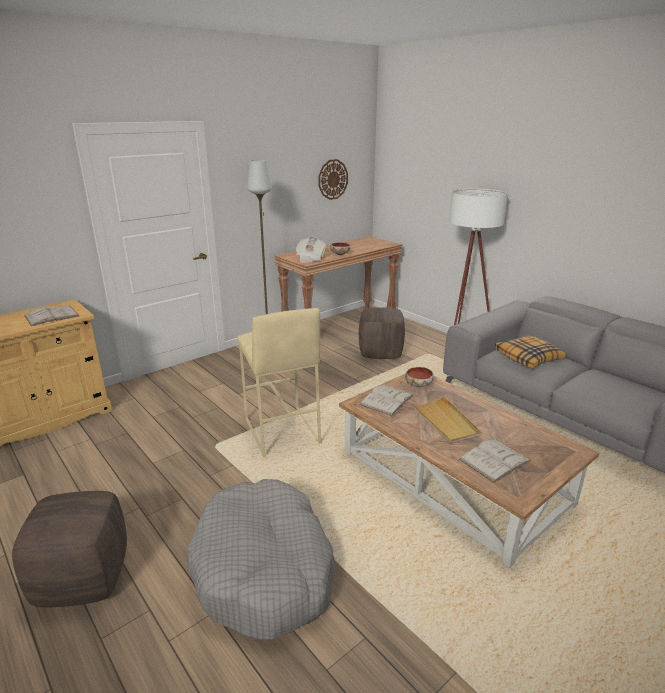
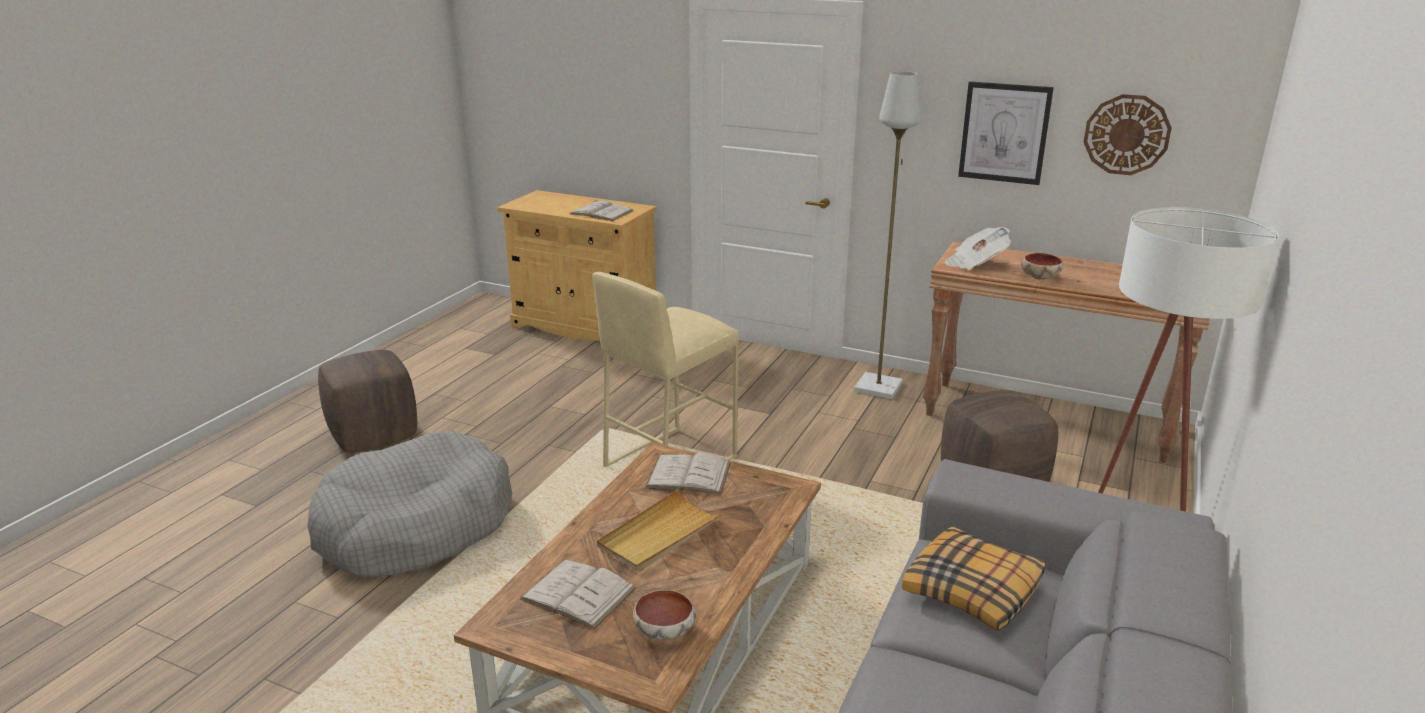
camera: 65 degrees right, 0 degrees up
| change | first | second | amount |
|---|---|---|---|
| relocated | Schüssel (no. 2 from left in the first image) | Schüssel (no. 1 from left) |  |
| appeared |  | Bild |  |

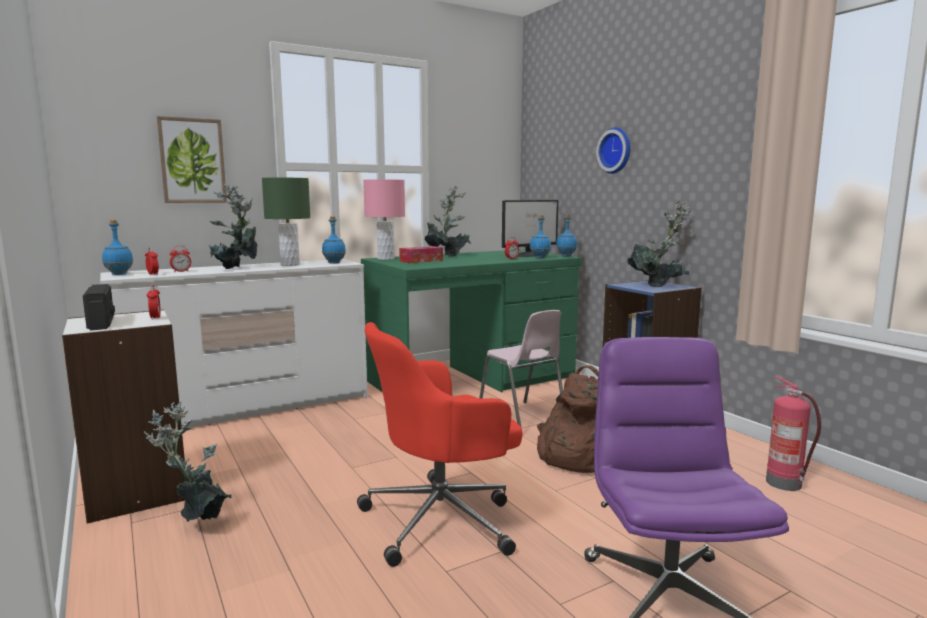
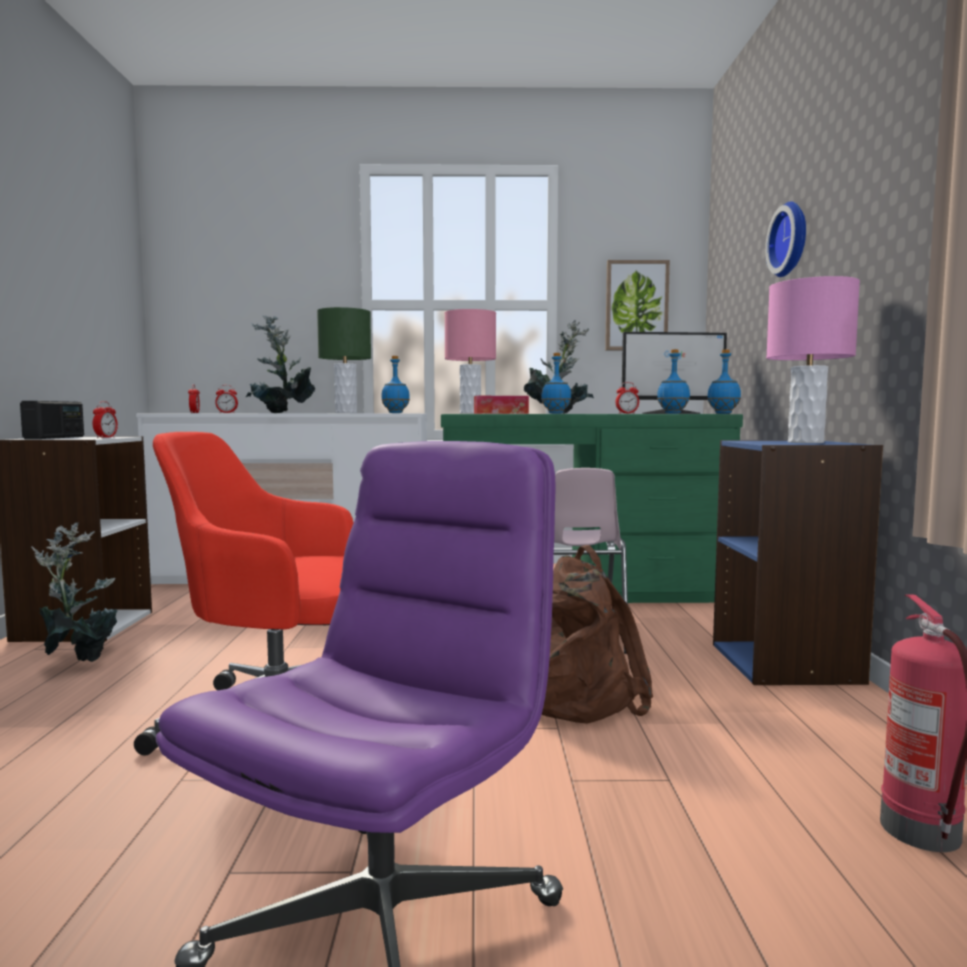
camera: 30 degrees right, 5 degrees down
| change | first | second | amount |
|---|---|---|---|
| relocated | Bild |  |  |
| exchanged | Topfpflanze (no. 4 from left) | Tischlampe/rosa (no. 2 from left) |  |
| relocated | Flasche/blau (no. 1 from left in the first image) | Flasche/blau (no. 2 from left) |  |

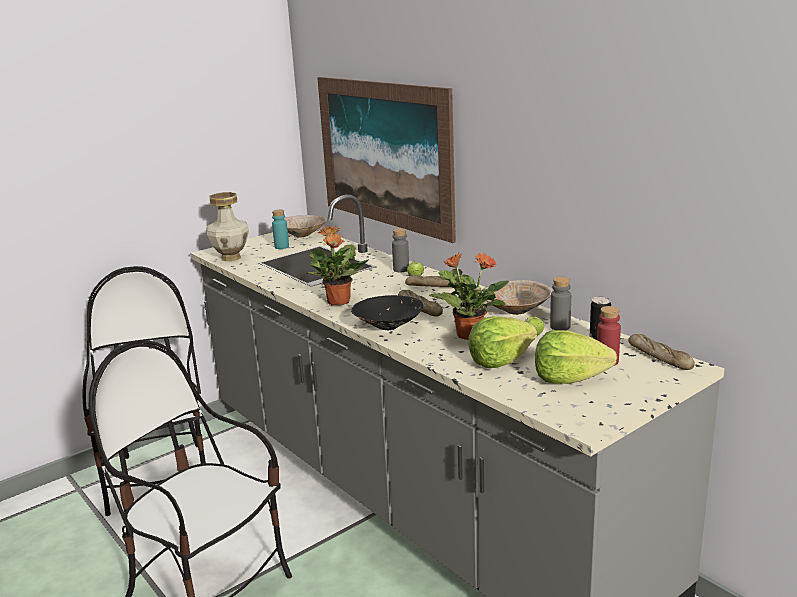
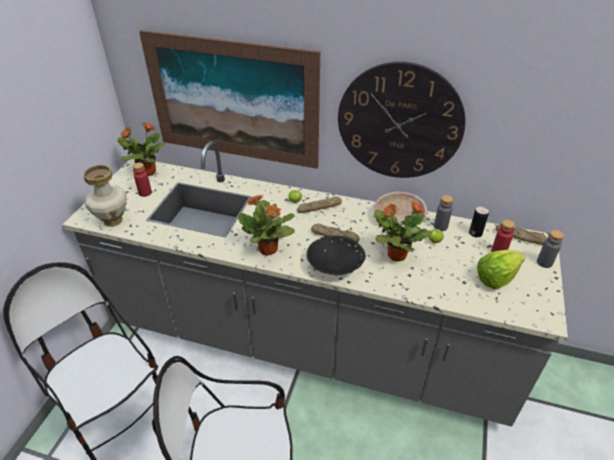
camera: 35 degrees left, 20 degrees up
| change | first | second | amount |
|---|---|---|---|
| colour | Flasche/türkis | Flasche/rot (no. 1 from left) |  |
| exchanged | Schüssel/beige (no. 1 from left) | Topfpflanze (no. 1 from left) |  |
| relocated | Flasche/grau (no. 1 from left in the first image) | Flasche/grau (no. 2 from left) |  |
| missing | Salatkopf (no. 1 from left) |  |  |
| appeared |  | Wanduhr |  |

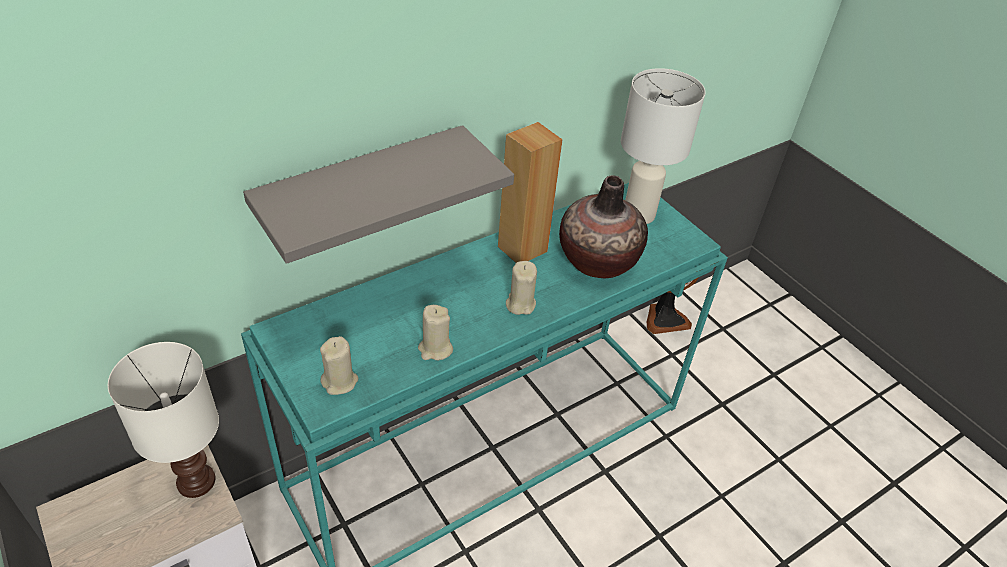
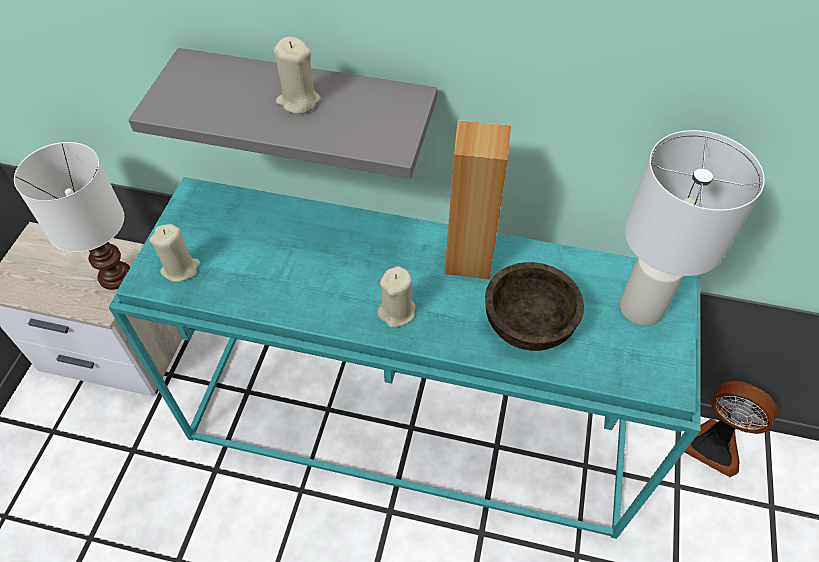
camera: 50 degrees right, 10 degrees up
| change | first | second | amount |
|---|---|---|---|
| exchanged | Vase | Schüssel/braun |  |
| relocated | Kerze/beige (no. 2 from left) |  |  |

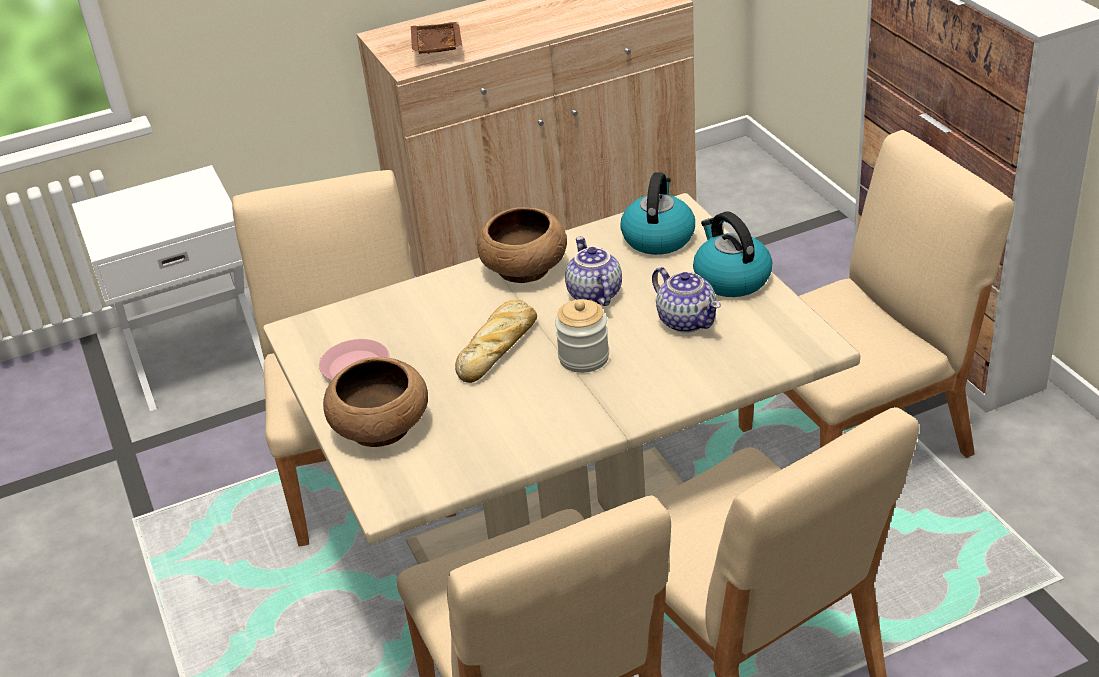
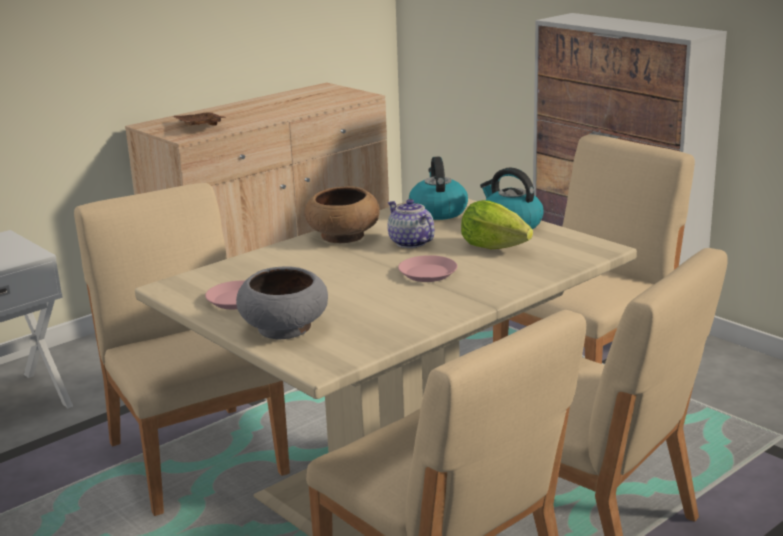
camera: 20 degrees left, 15 degrees down
| change | first | second | amount |
|---|---|---|---|
| exchanged | Teekanne (no. 2 from left) | Salatkopf |  |
| exchanged | Vorratsglas | Teller/rosa (no. 2 from left) |  |
| missing | Brot |  |  |
| colour | Schüssel/braun (no. 1 from left) | Schüssel/grau |  |

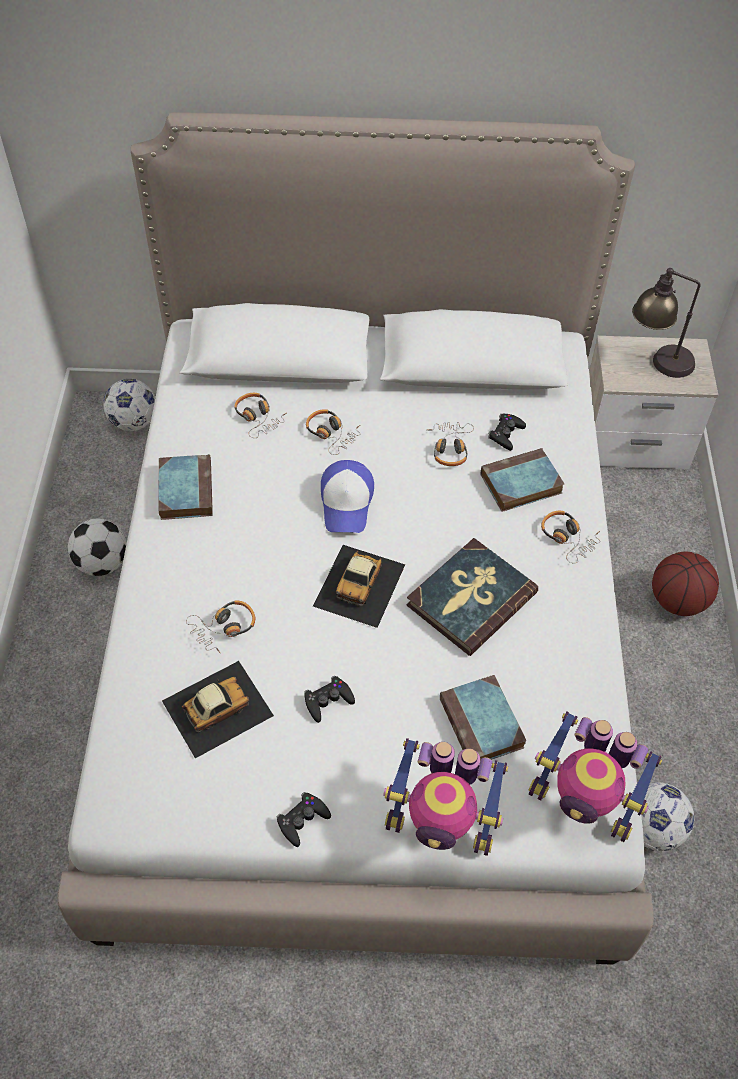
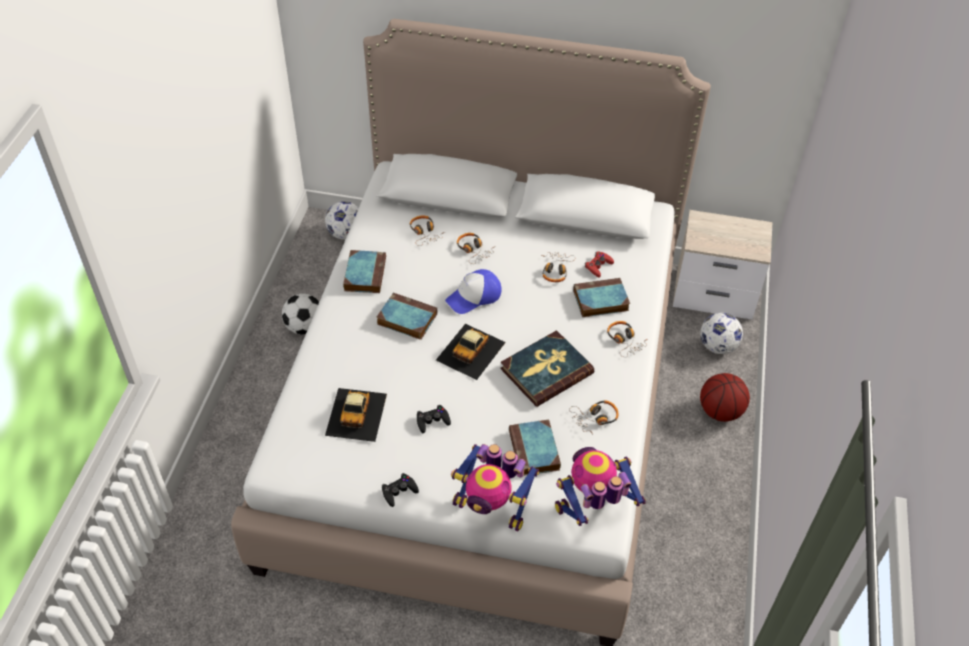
camera: 10 degrees right, 5 degrees down
| change | first | second | amount |
|---|---|---|---|
| missing | Tischlampe |  |  |
| colour | Gamepad/schwarz (no. 3 from left) | Gamepad/rot |  |
| spun | Kappe |  | 45 degrees clockwise |
| relocated | Kopfhörer (no. 1 from left in the first image) | Kopfhörer (no. 4 from left) |  |
| spun | Spielzeugauto (no. 1 from left) |  | 120 degrees clockwise |
| spun | Spielzeugroboter (no. 2 from left) |  | 120 degrees clockwise |
| relocated | Fußball (no. 3 from left) |  |  |
| appeared |  | Buch (no. 2 from left) |  |

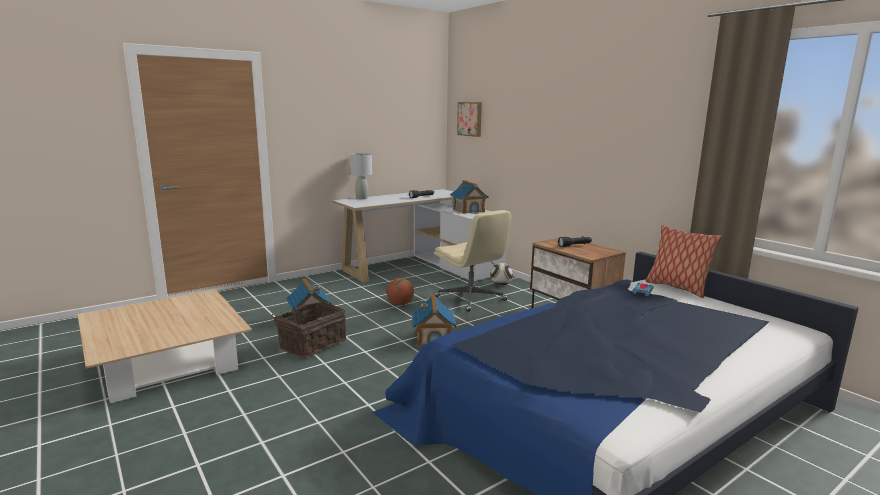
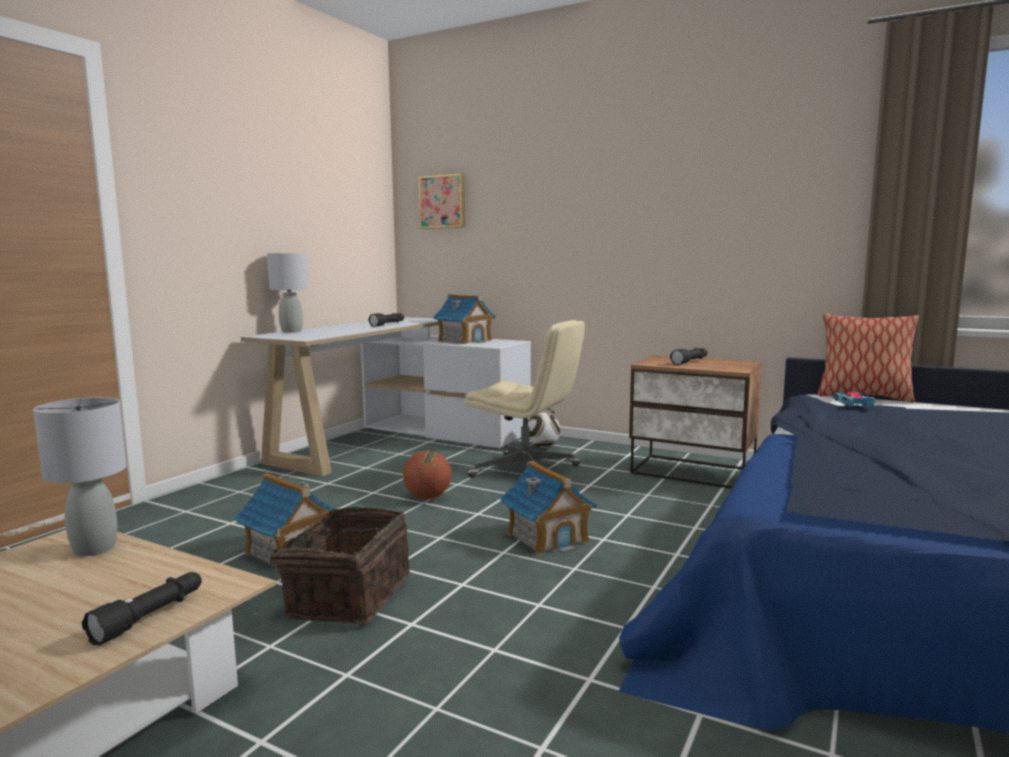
camera: 25 degrees left, 5 degrees down
| change | first | second | amount |
|---|---|---|---|
| appeared |  | Tischlampe/grau (no. 1 from left) |  |
| appeared |  | Taschenlampe/schwarz (no. 1 from left) |  |

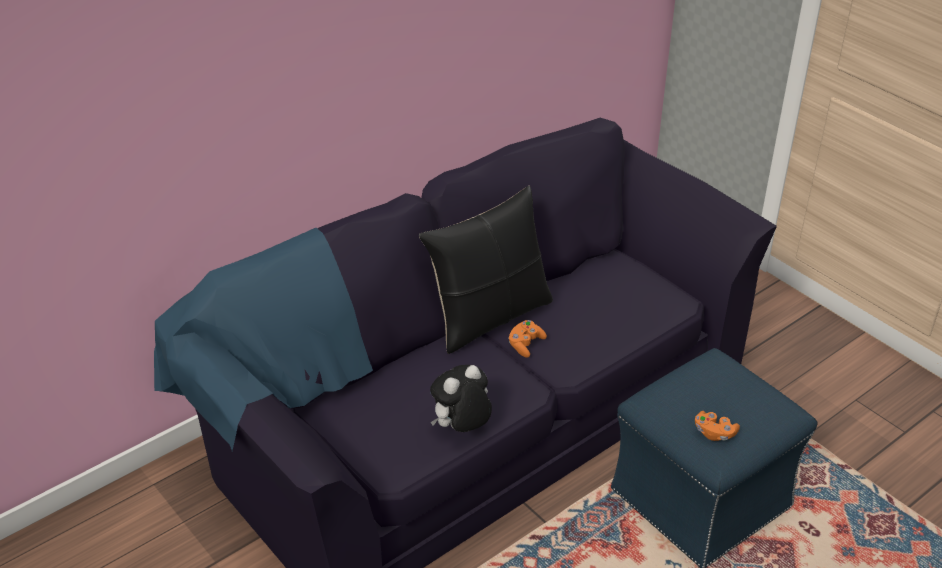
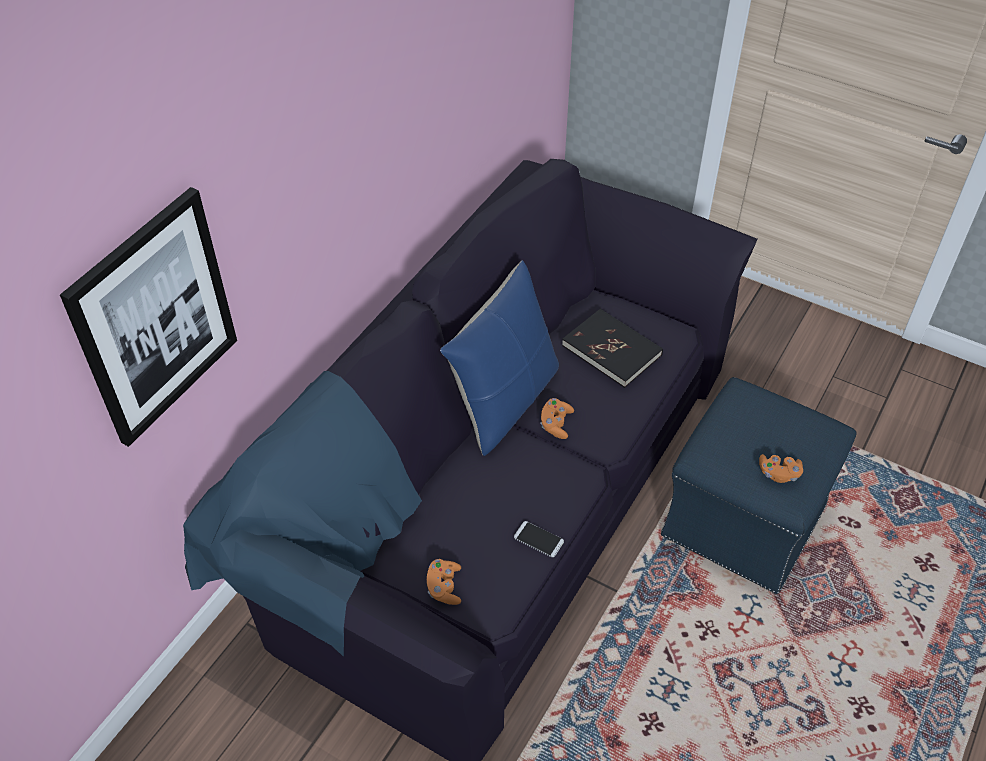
camera: 20 degrees left, 10 degrees up
| change | first | second | amount |
|---|---|---|---|
| colour | Kissen/schwarz | Kissen/blau |  |
| exchanged | Plüschtier | Handy |  |
| appeared |  | Bild |  |
| appeared |  | Buch/schwarz |  |
| appeared |  | Gamepad/orange (no. 1 from left) |  |

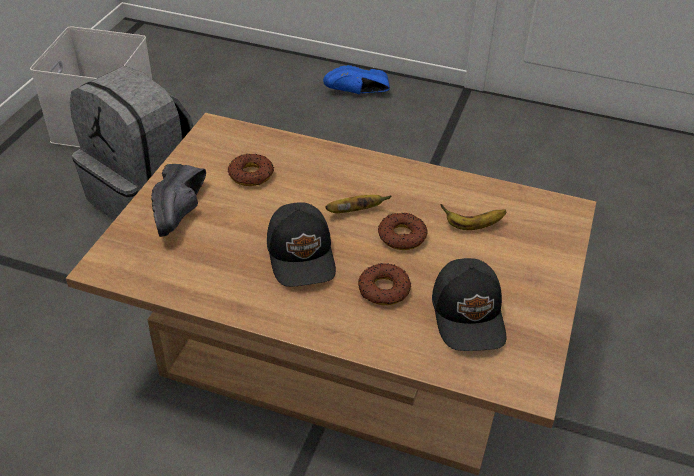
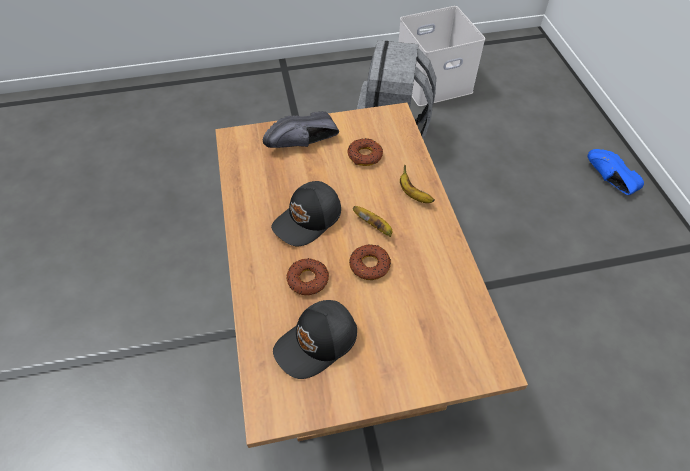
camera: 60 degrees right, 10 degrees up
| change | first | second | amount |
|---|---|---|---|
| relocated | Banane (no. 2 from left) |  |  |

